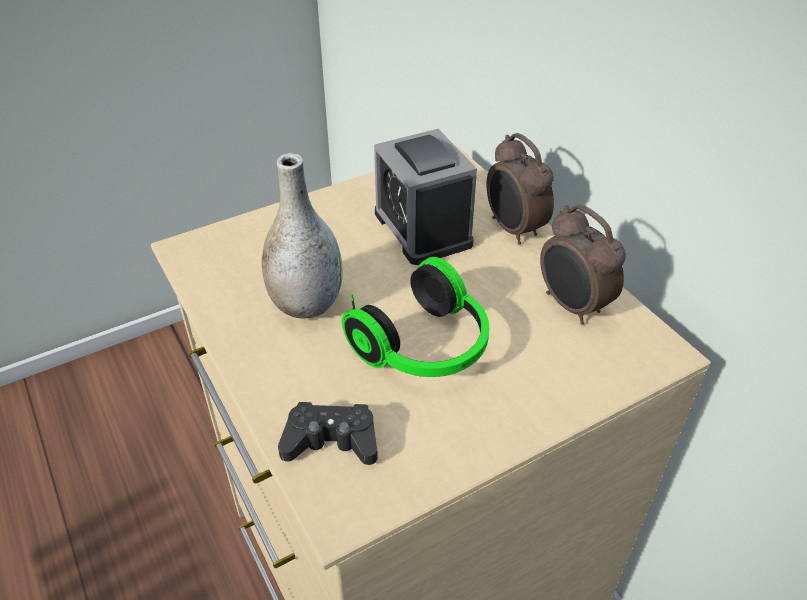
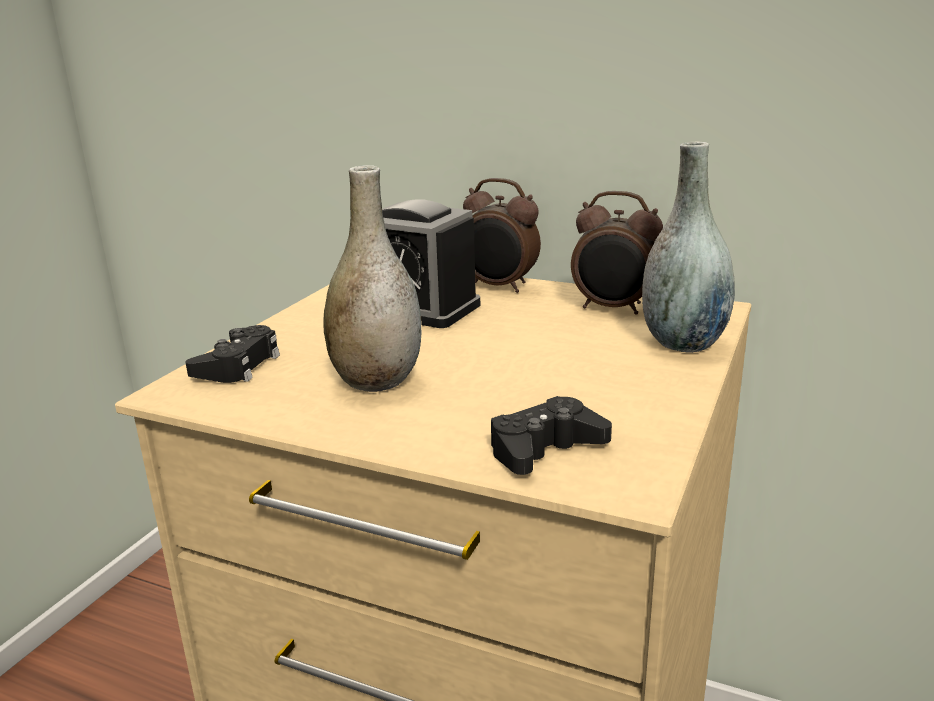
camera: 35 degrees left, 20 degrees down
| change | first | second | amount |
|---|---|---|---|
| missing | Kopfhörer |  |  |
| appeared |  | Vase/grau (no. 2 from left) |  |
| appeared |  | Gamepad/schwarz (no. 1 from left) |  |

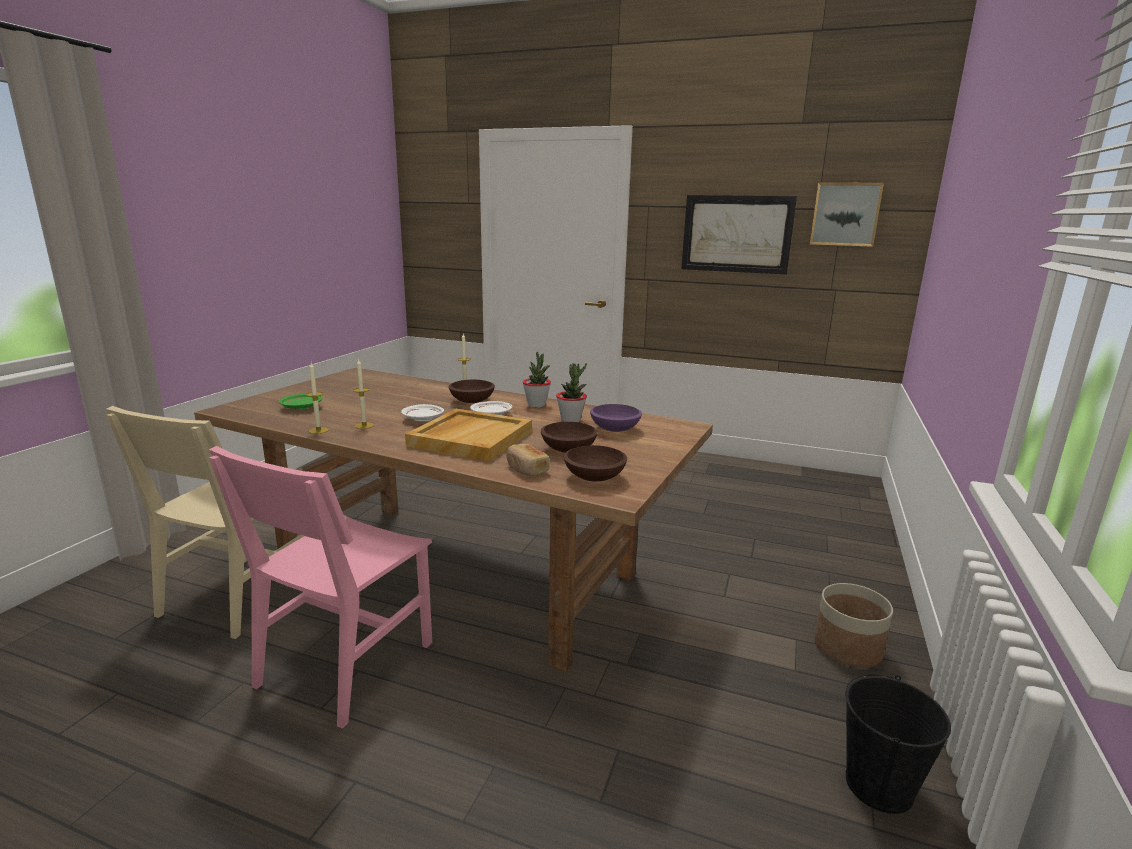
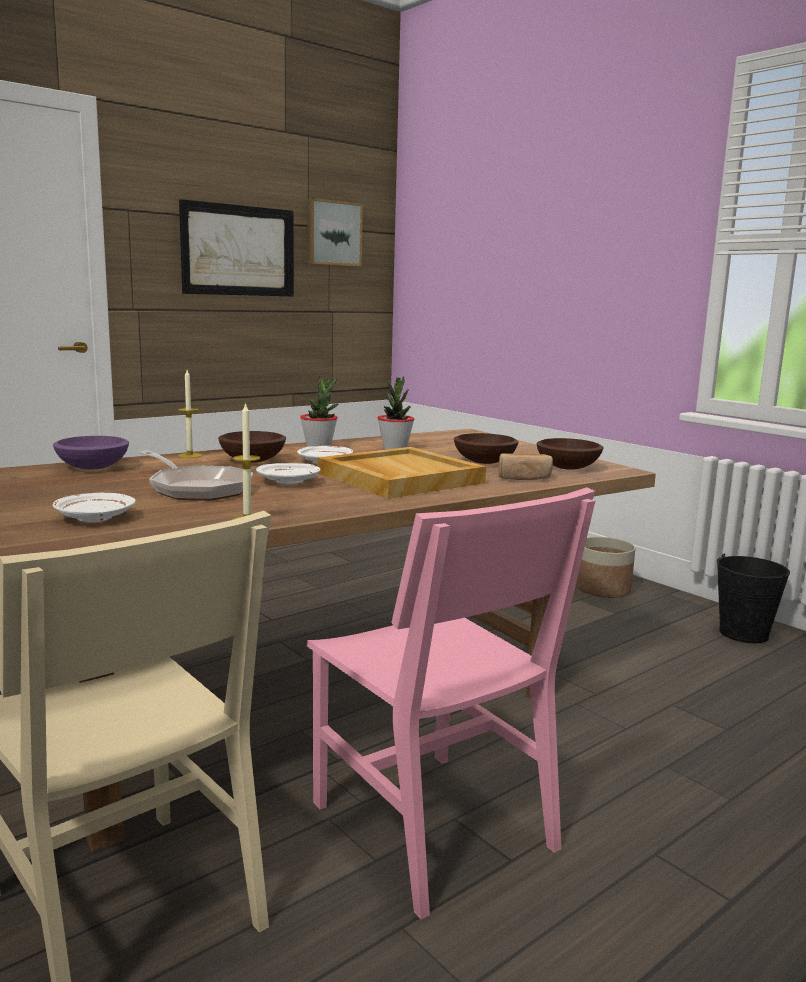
camera: 60 degrees left, 5 degrees down
| change | first | second | amount |
|---|---|---|---|
| missing | Kerze (no. 2 from left) |  |  |
| colour | Teller/grün | Teller/weiß (no. 1 from left) |  |
| relocated | Schüssel/lila |  |  |
| appeared |  | Pfanne |  |

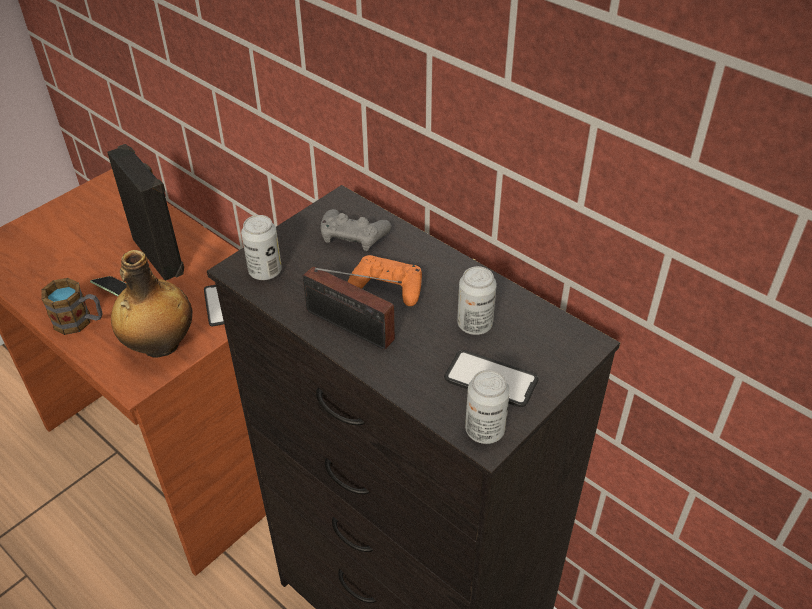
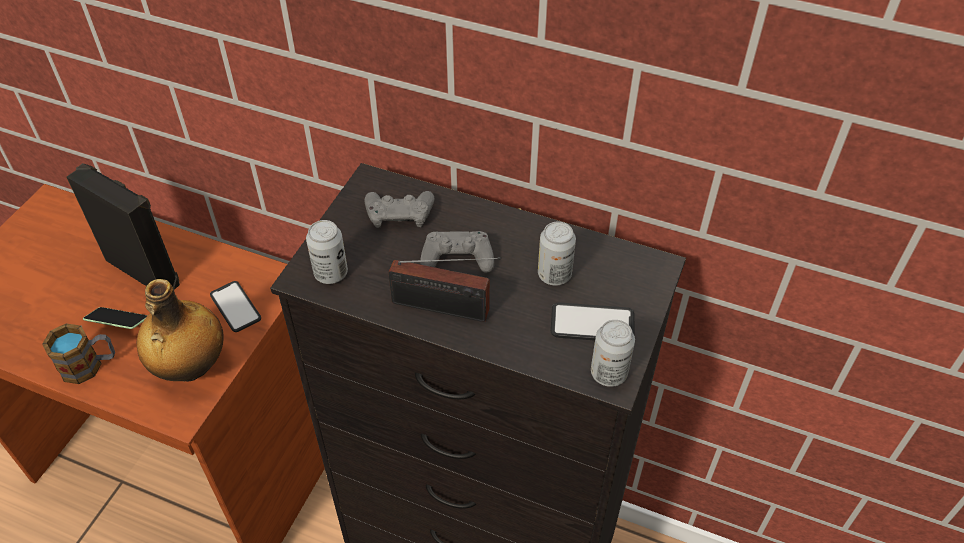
camera: 20 degrees left, 5 degrees up
| change | first | second | amount |
|---|---|---|---|
| colour | Gamepad/orange | Gamepad/grau (no. 2 from left) |  |

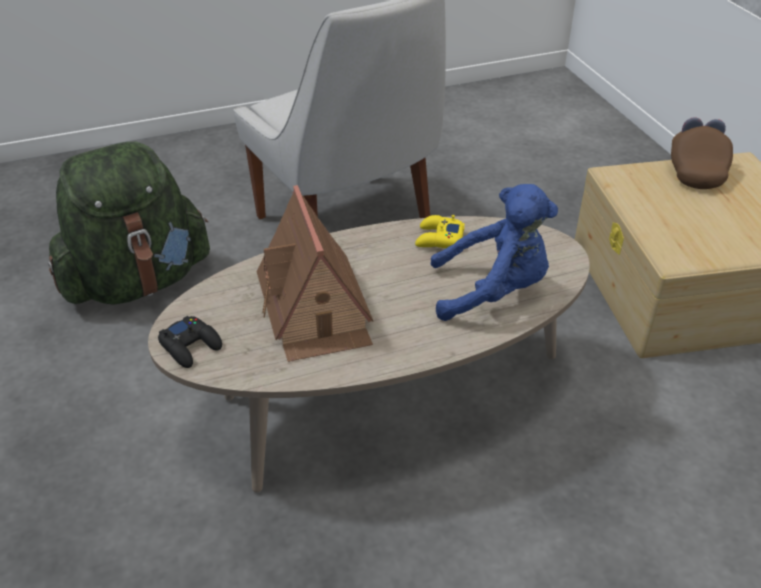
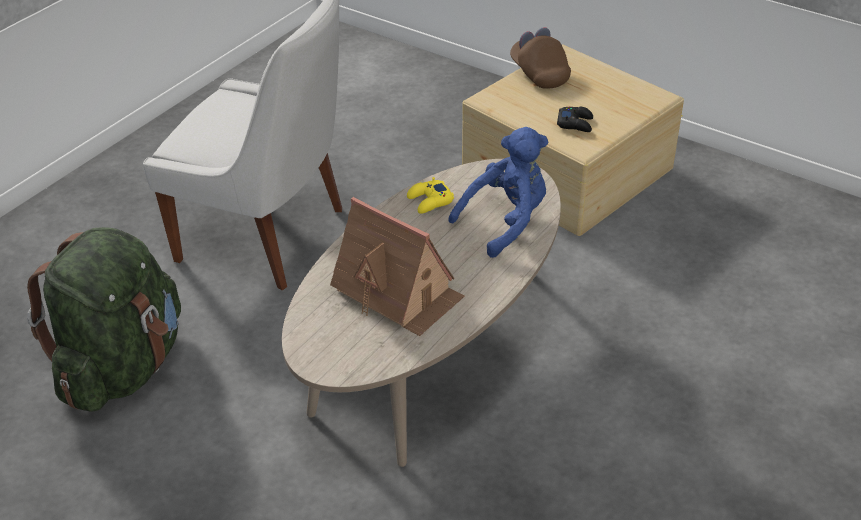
camera: 35 degrees left, 0 degrees up
| change | first | second | amount |
|---|---|---|---|
| relocated | Gamepad/schwarz |  |  |

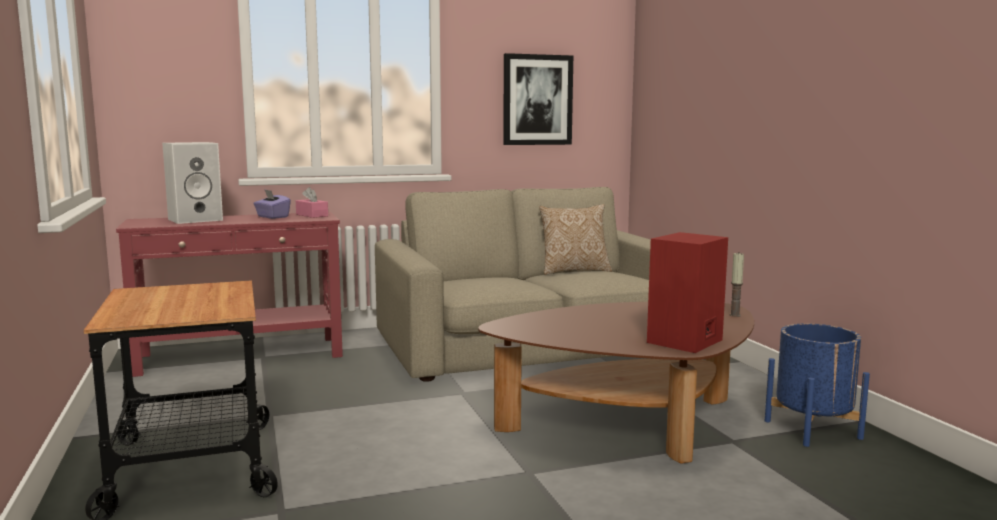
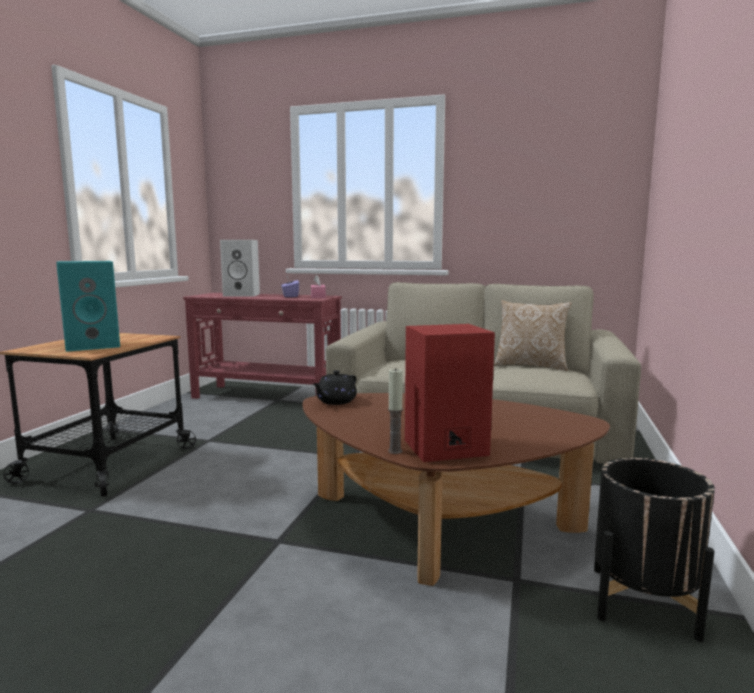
camera: 35 degrees right, 0 degrees up
| change | first | second | amount |
|---|---|---|---|
| missing | Bild |  |  |
| relocated | Kerze |  |  |
| colour | Pflanzkübel/blau | Pflanzkübel/schwarz |  |
| appeared |  | Lautsprecher/türkis |  |
| appeared |  | Teekanne/schwarz |  |

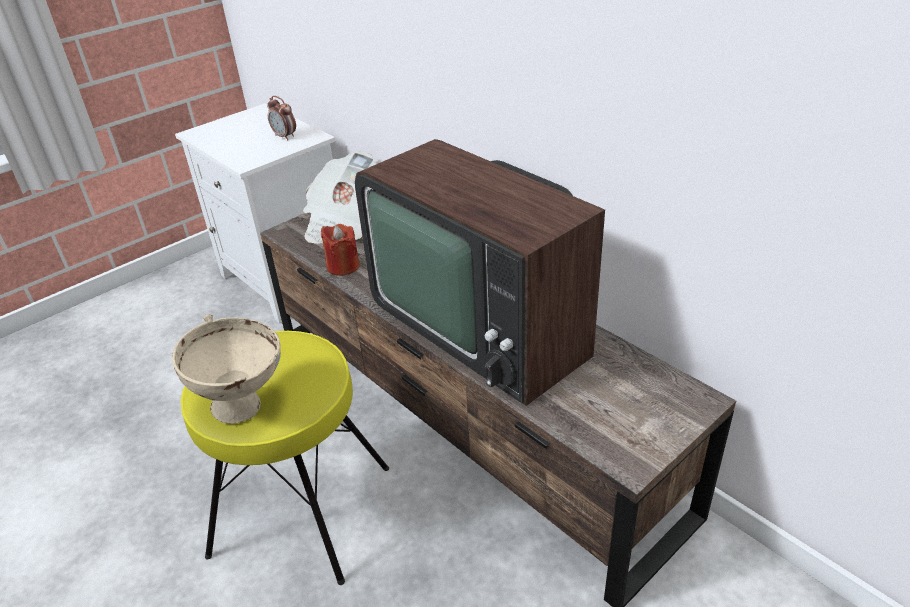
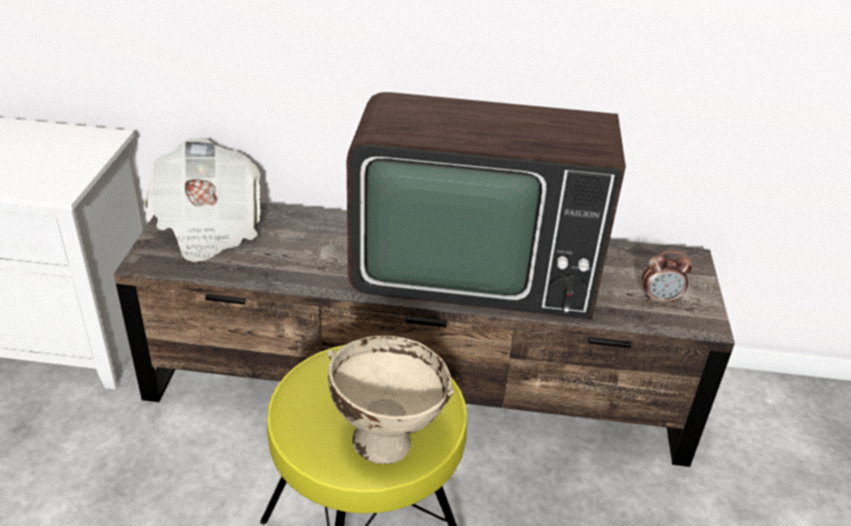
camera: 45 degrees left, 0 degrees up
| change | first | second | amount |
|---|---|---|---|
| relocated | Wecker |  |  |
| missing | Kerze/rot |  |  |

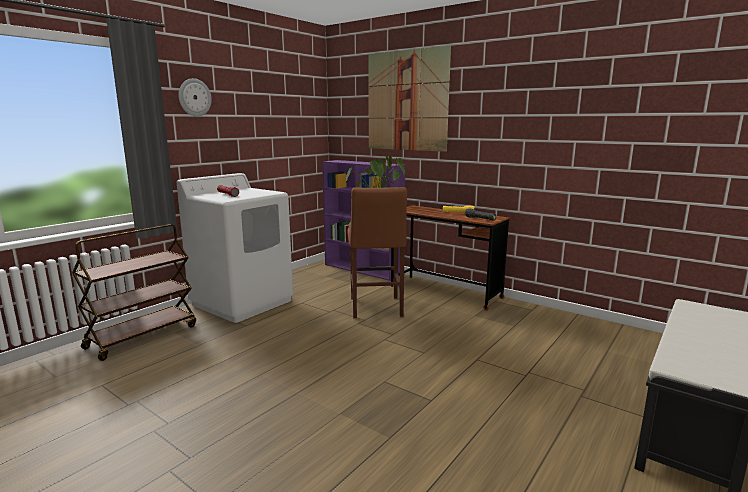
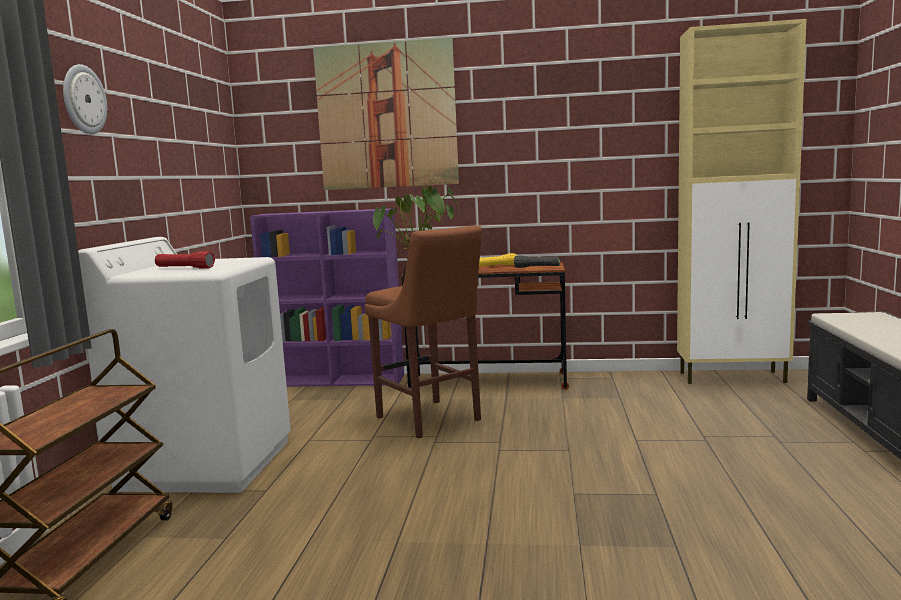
camera: 30 degrees left, 5 degrees down
| change | first | second | amount |
|---|---|---|---|
| appeared |  | Schrank/beige |  |

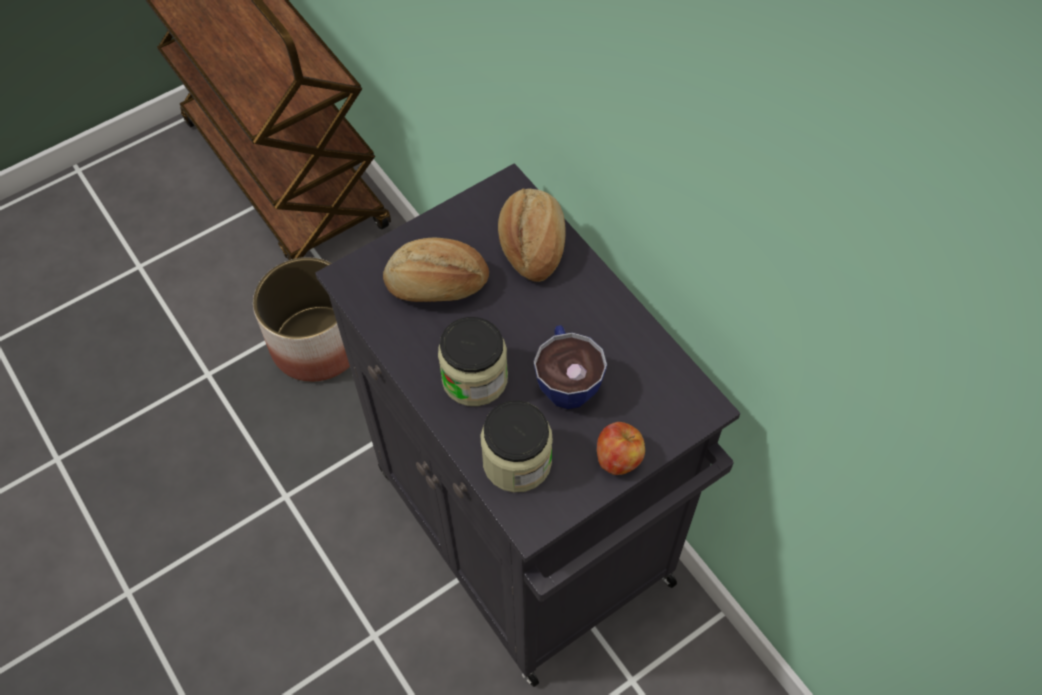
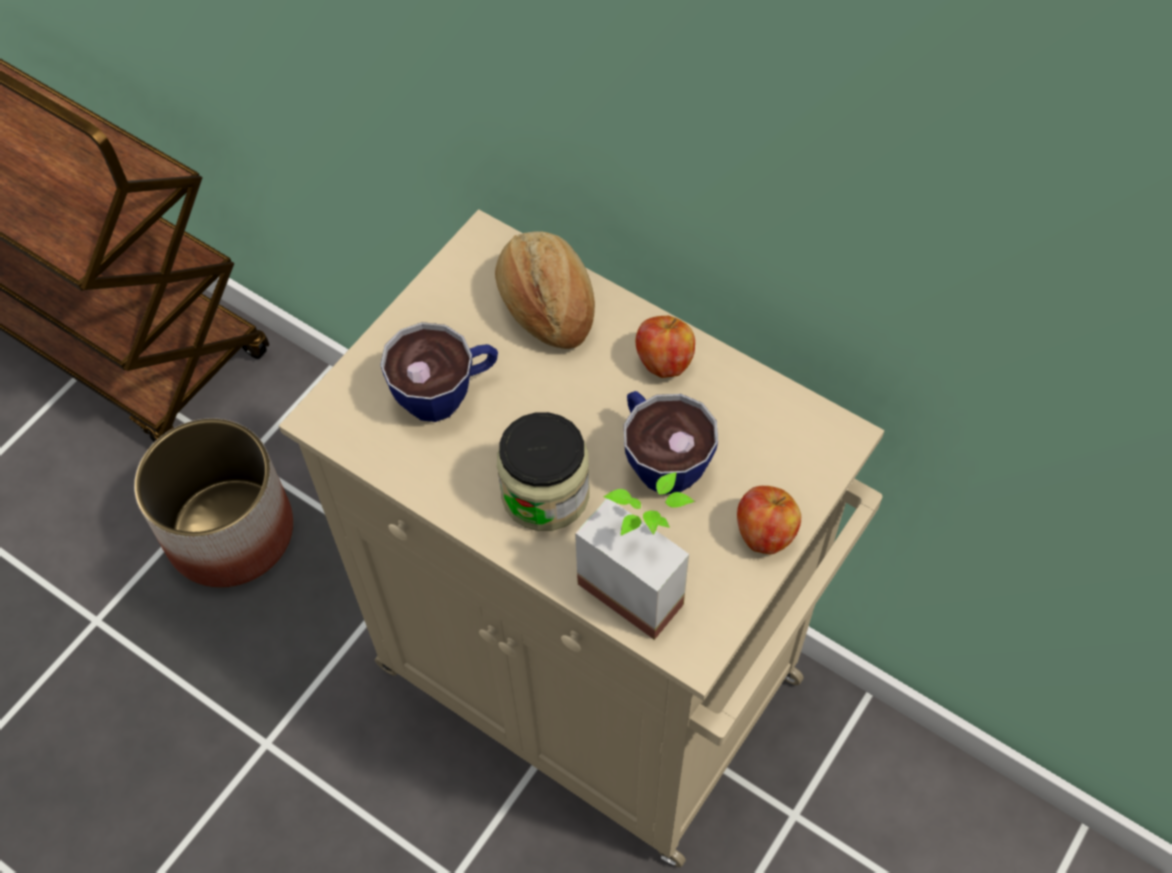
camera: 20 degrees left, 0 degrees up
| change | first | second | amount |
|---|---|---|---|
| colour | Schrank/schwarz | Schrank/beige |  |
| exchanged | Brot (no. 1 from left) | Tasse (no. 1 from left) |  |
| exchanged | Vorratsglas (no. 2 from left) | Topfpflanze |  |
| appeared |  | Apfel (no. 1 from left) |  |

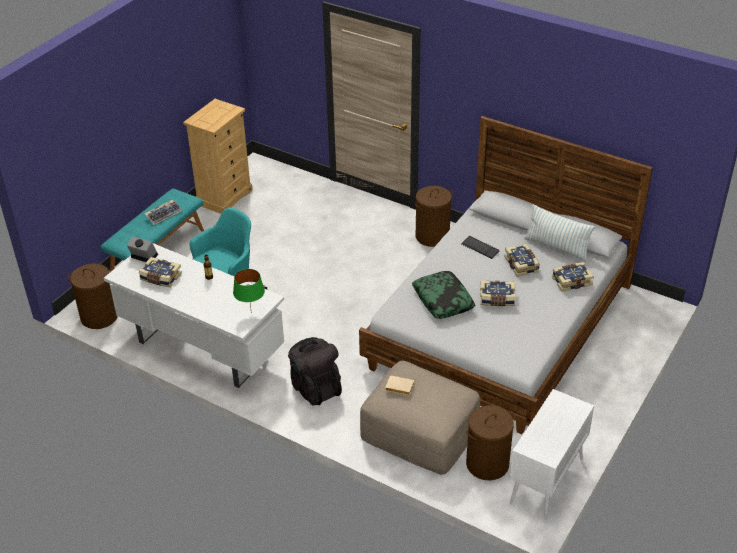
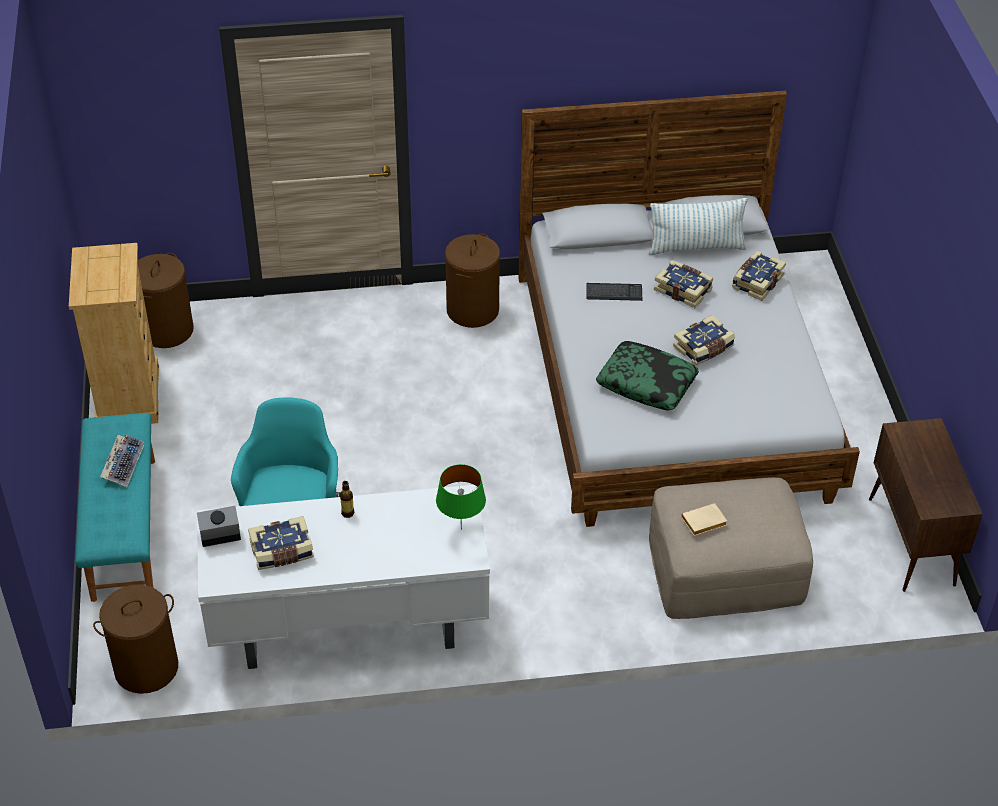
camera: 40 degrees left, 5 degrees up
| change | first | second | amount |
|---|---|---|---|
| missing | Rucksack/schwarz |  |  |
| colour | Schrank/weiß | Schrank/braun |  |
| relocated | Wäschekorb/braun (no. 3 from left in the first image) | Wäschekorb/braun (no. 2 from left) |  |

